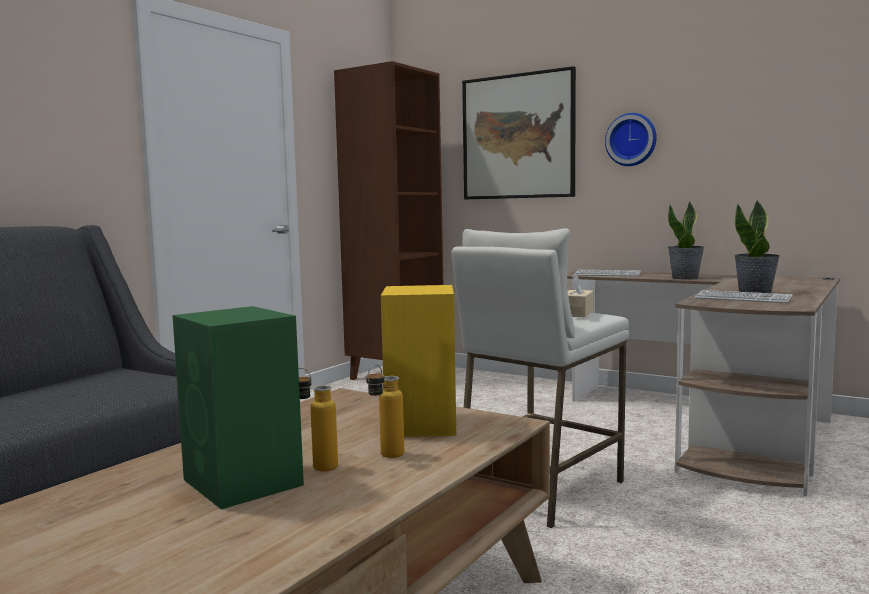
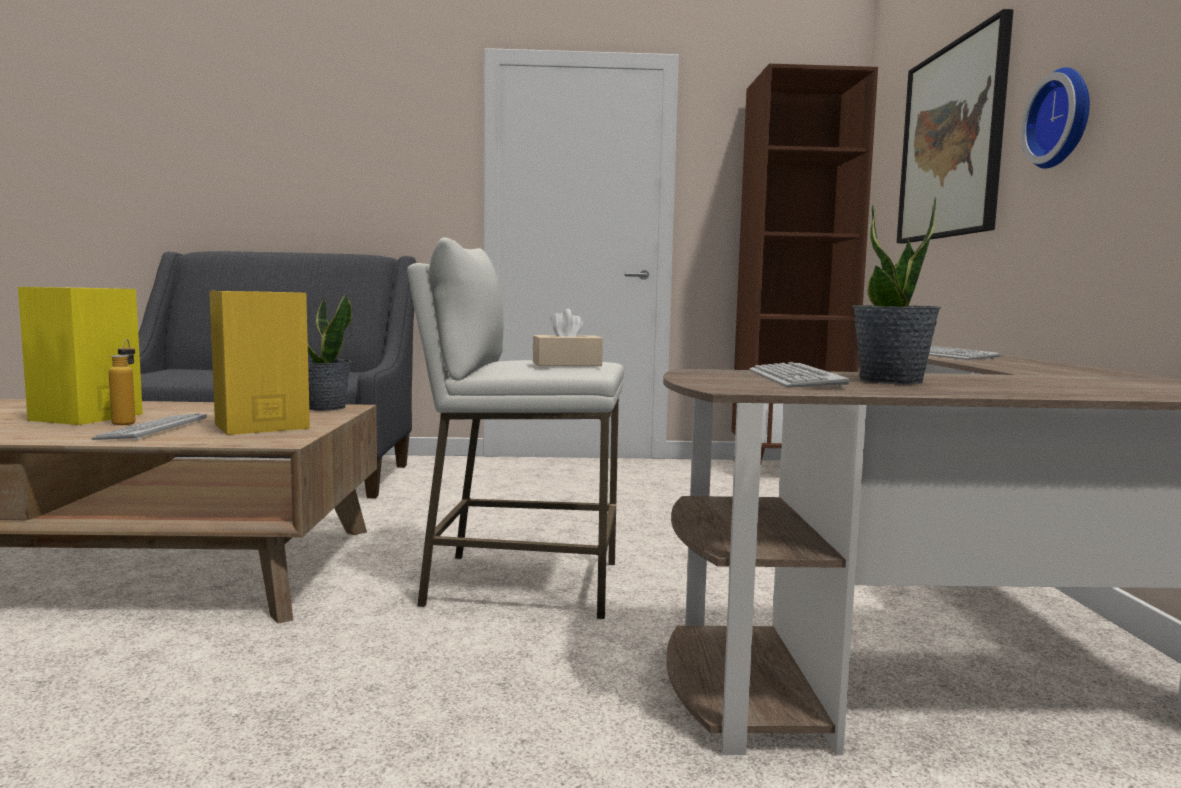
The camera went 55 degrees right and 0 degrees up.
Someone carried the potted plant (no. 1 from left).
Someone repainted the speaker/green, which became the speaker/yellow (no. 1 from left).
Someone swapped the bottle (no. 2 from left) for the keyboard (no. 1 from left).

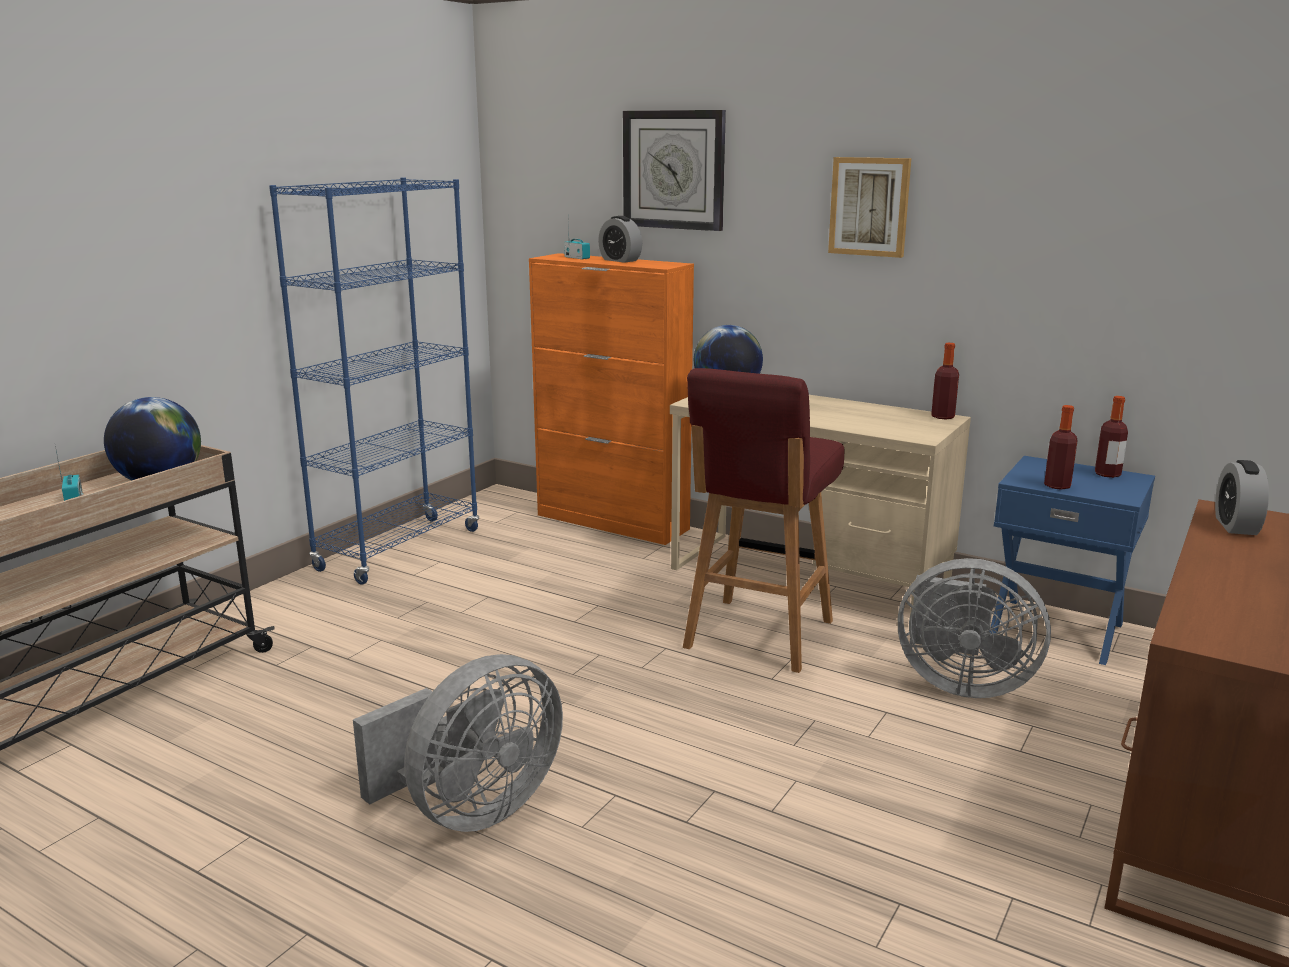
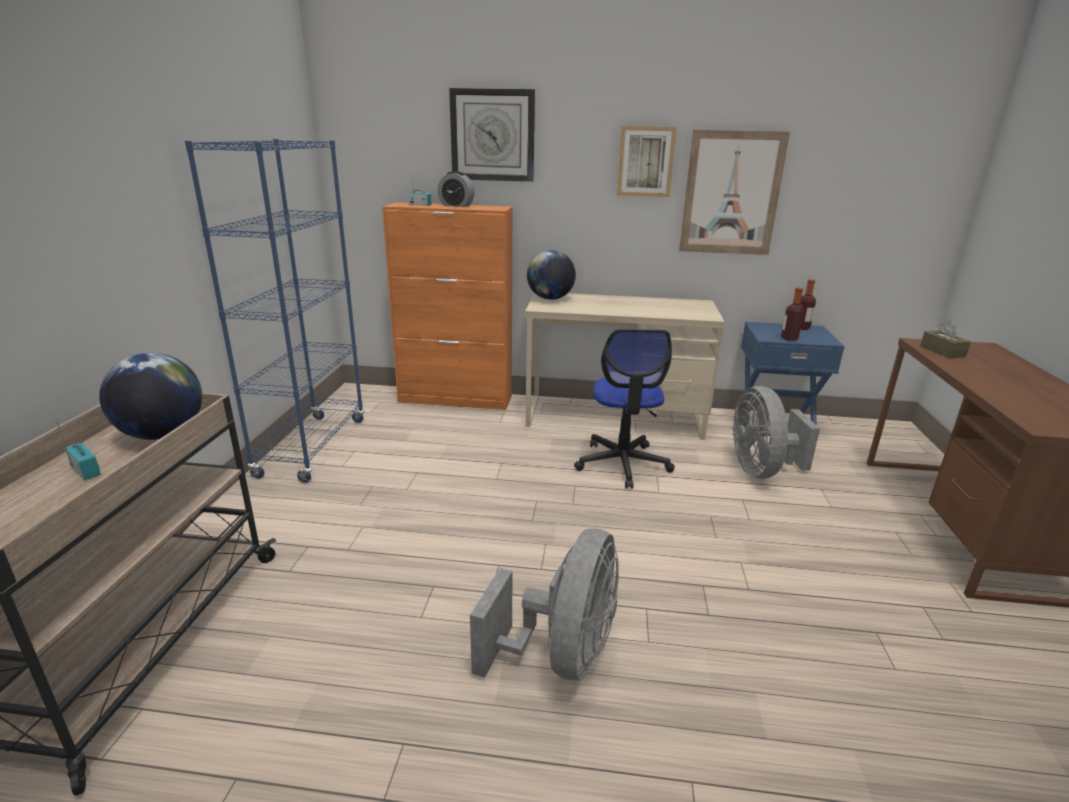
The camera went 25 degrees left and 5 degrees up.
Someone took away the bottle (no. 1 from left).
Someone swapped the stool/red for the office chair.
Someone swapped the alarm clock (no. 2 from left) for the tissue box/brown.
Someone rotated the fan/grey (no. 2 from left) by 90 degrees clockwise.
Someone put up the picture (no. 2 from left).

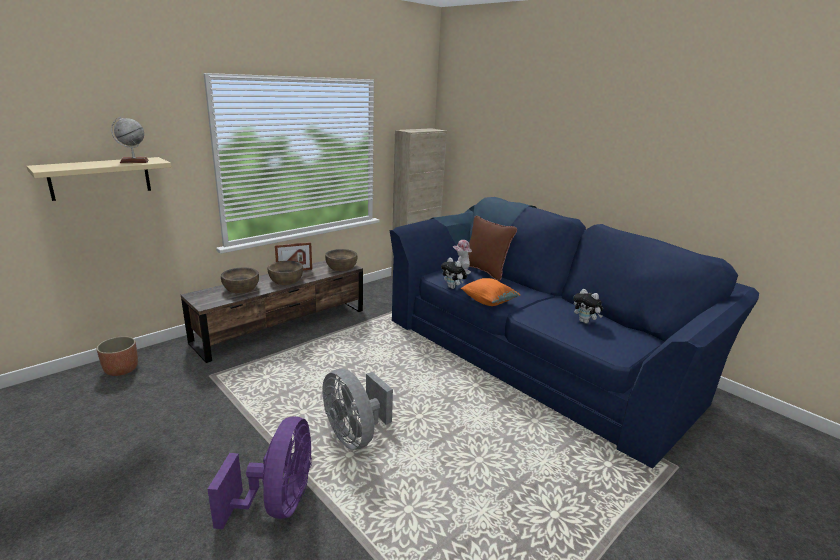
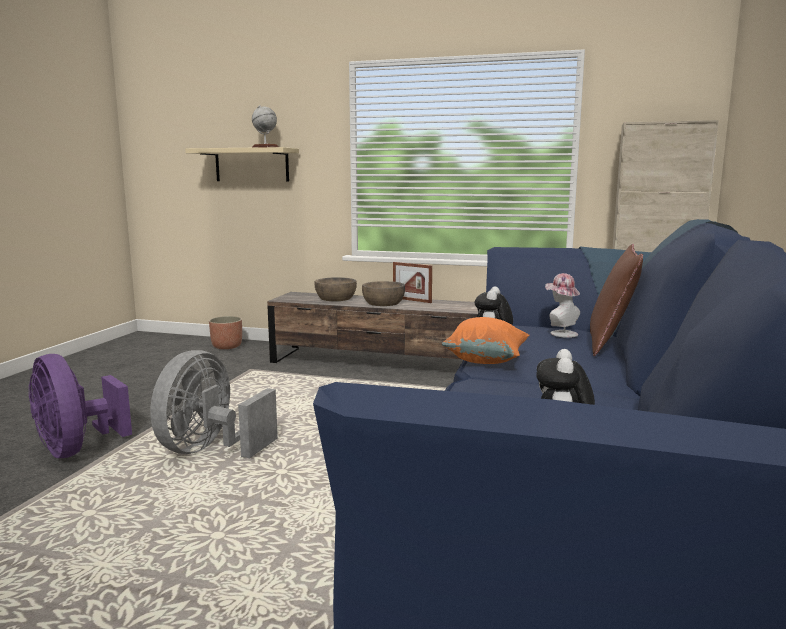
The camera went 60 degrees right and 10 degrees down.
Someone took away the bowl/brown (no. 3 from left).
Someone rotated the fan/purple by 75 degrees clockwise.

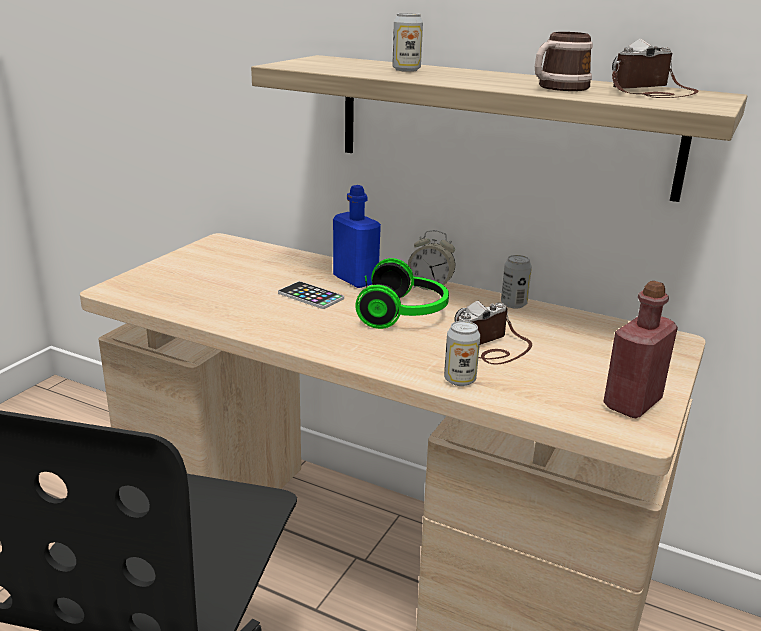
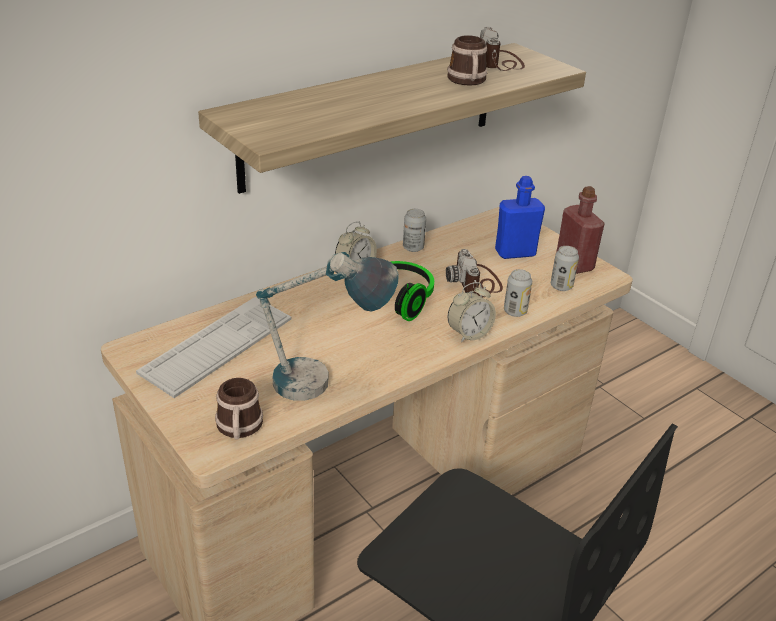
The camera went 65 degrees left and 10 degrees up.
Someone carried the can (no. 1 from left in the first image).
Someone carried the bottle/blue.
Someone took away the phone.
Someone put down the table lamp.
Someone put down the alarm clock (no. 2 from left).
Someone put down the keyboard.
Someone put down the mug (no. 1 from left).

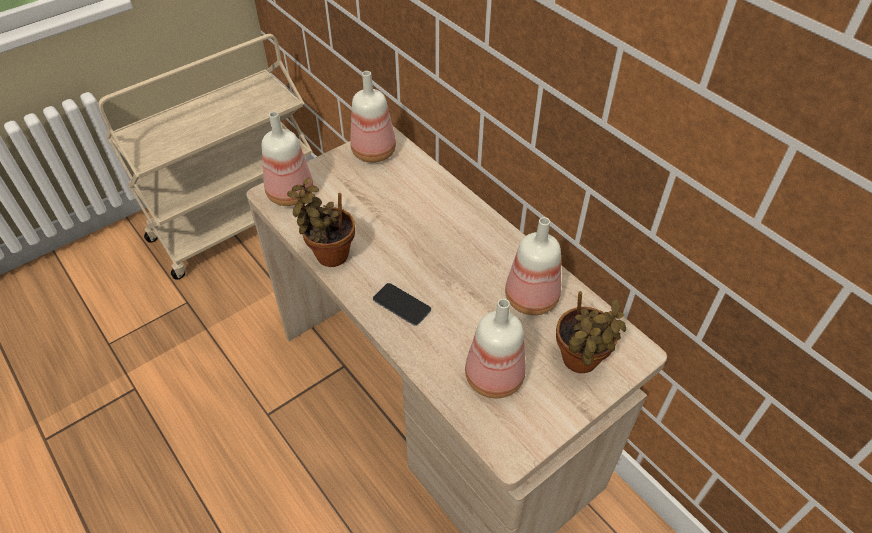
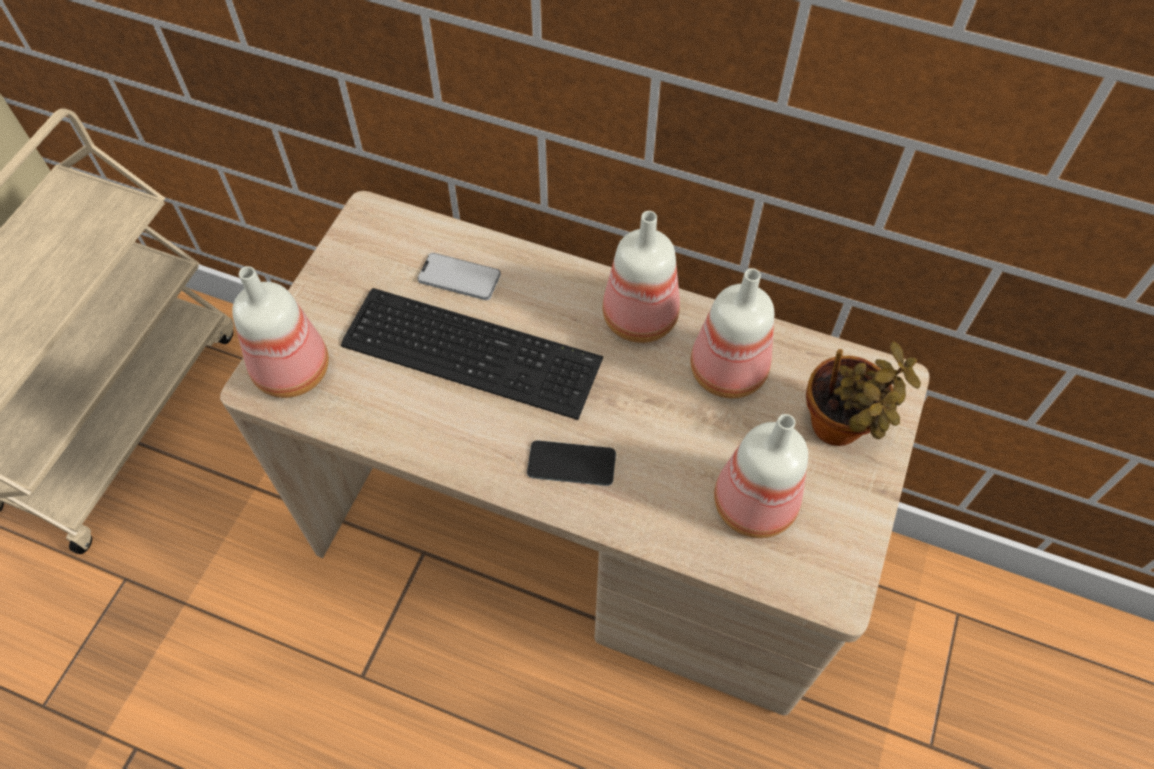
The camera went 30 degrees left and 10 degrees up.
Someone carried the bottle (no. 2 from left).
Someone took away the potted plant (no. 1 from left).
Someone put down the phone (no. 1 from left).
Someone put down the keyboard.

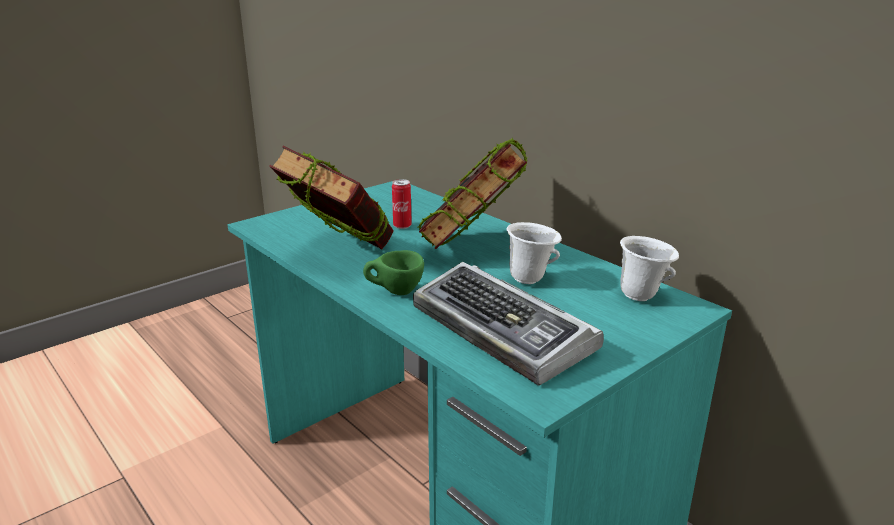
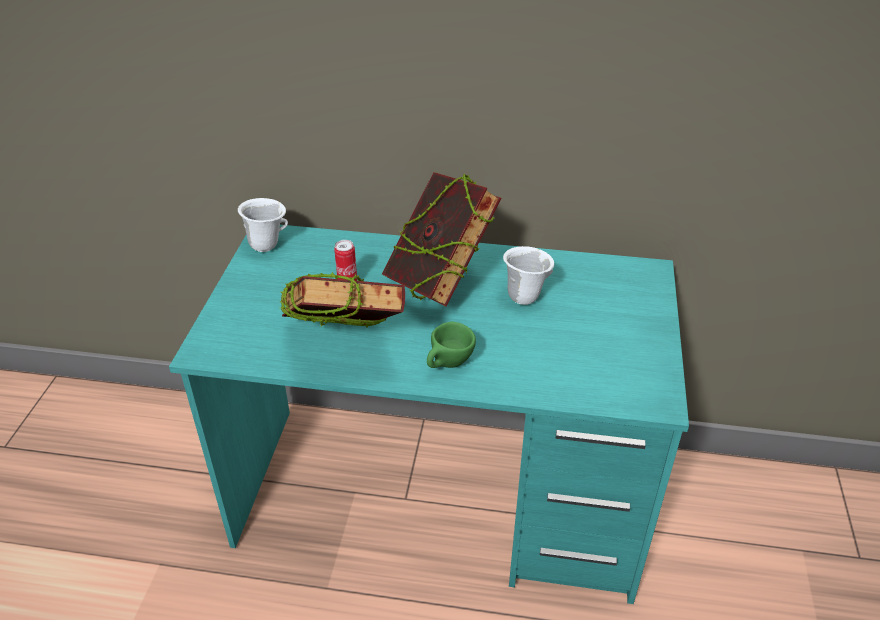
The camera went 40 degrees left and 15 degrees up.
Someone carried the mug/white (no. 2 from left in the first image).
Someone took away the keyboard.

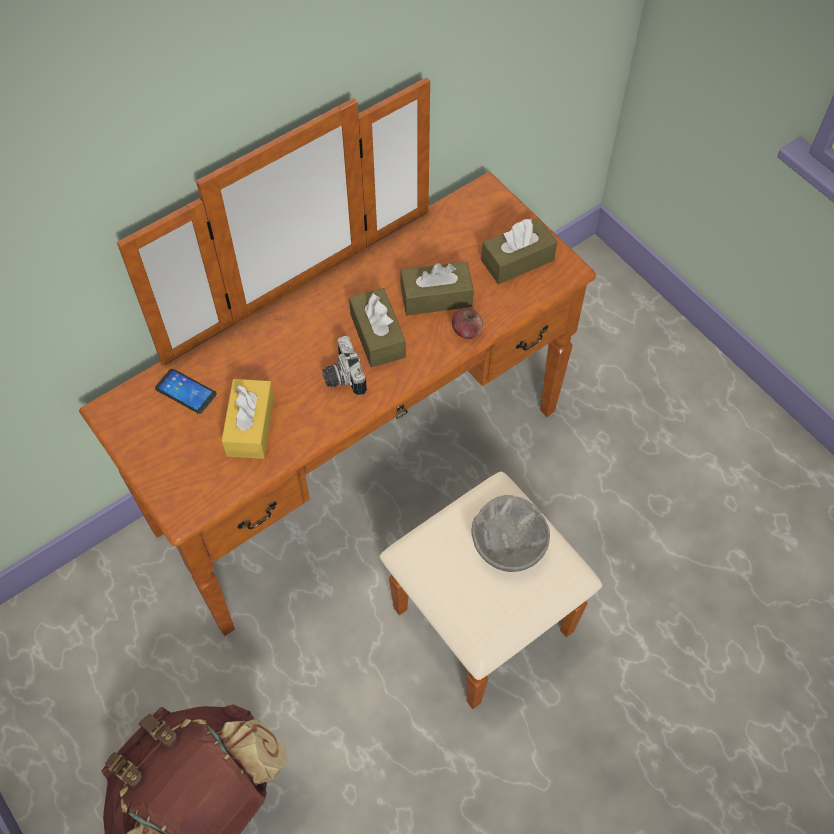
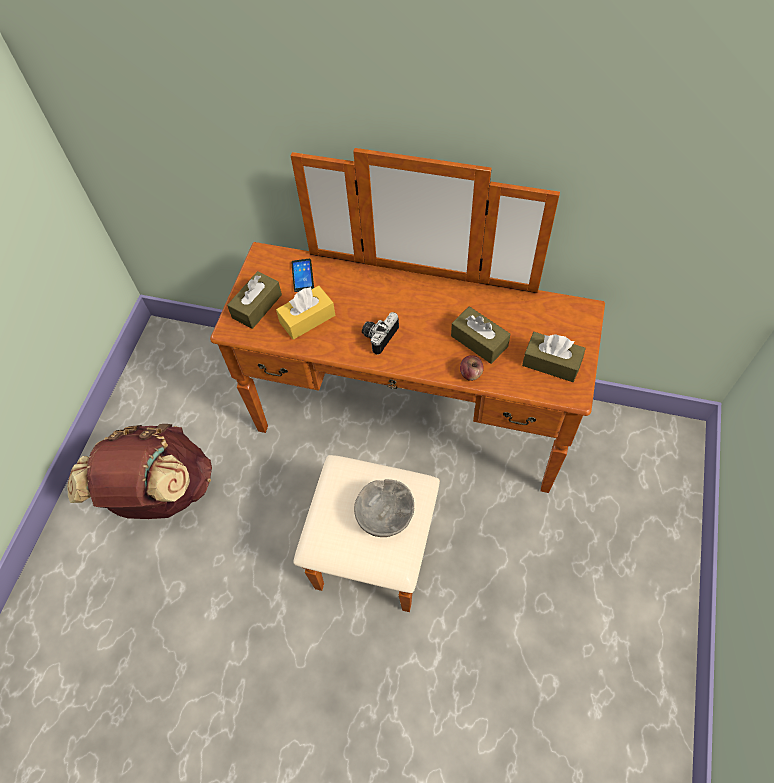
The camera went 55 degrees right and 0 degrees up.
Someone carried the tissue box/brown (no. 1 from left).

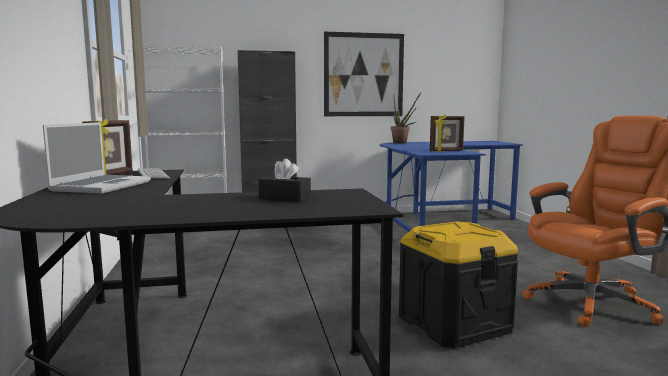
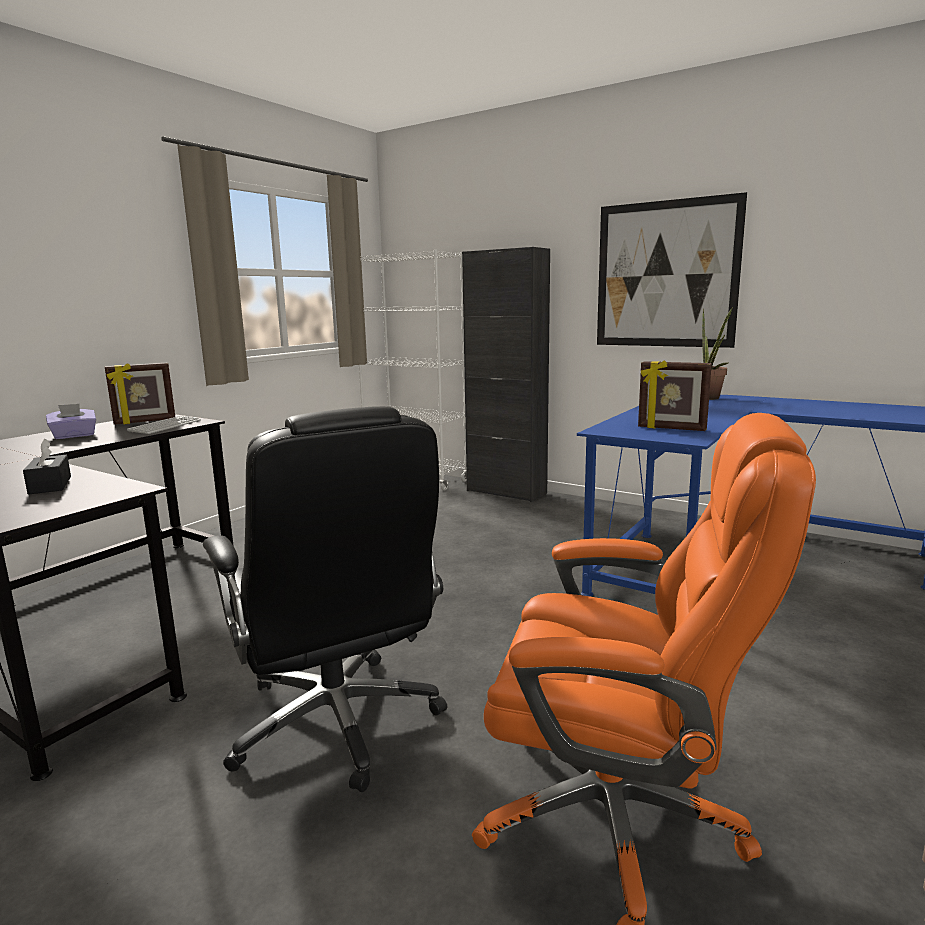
The camera went 45 degrees right and 5 degrees up.
Someone swapped the laptop for the tissue box/purple.
Someone swapped the storage box/black for the office chair/black.

